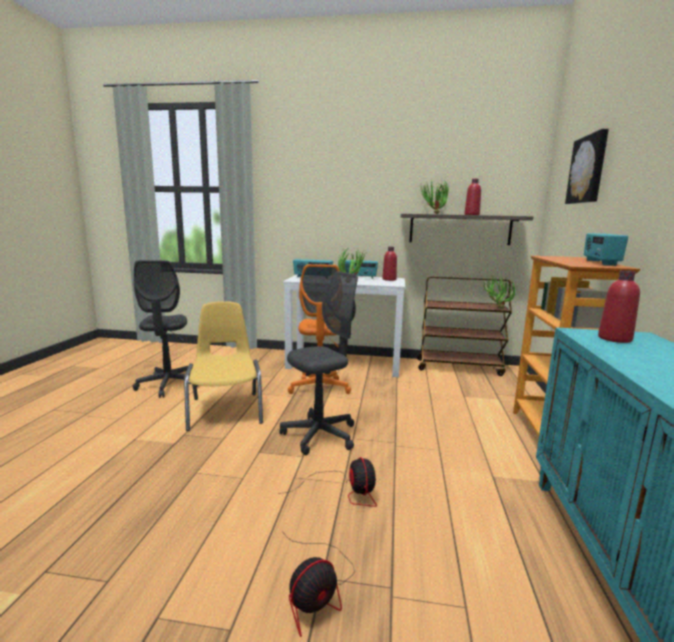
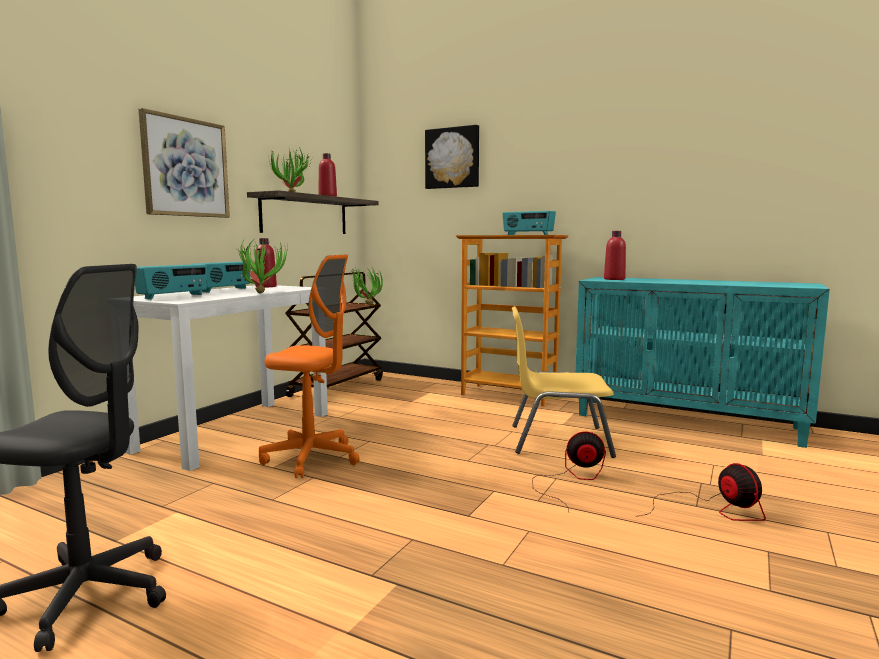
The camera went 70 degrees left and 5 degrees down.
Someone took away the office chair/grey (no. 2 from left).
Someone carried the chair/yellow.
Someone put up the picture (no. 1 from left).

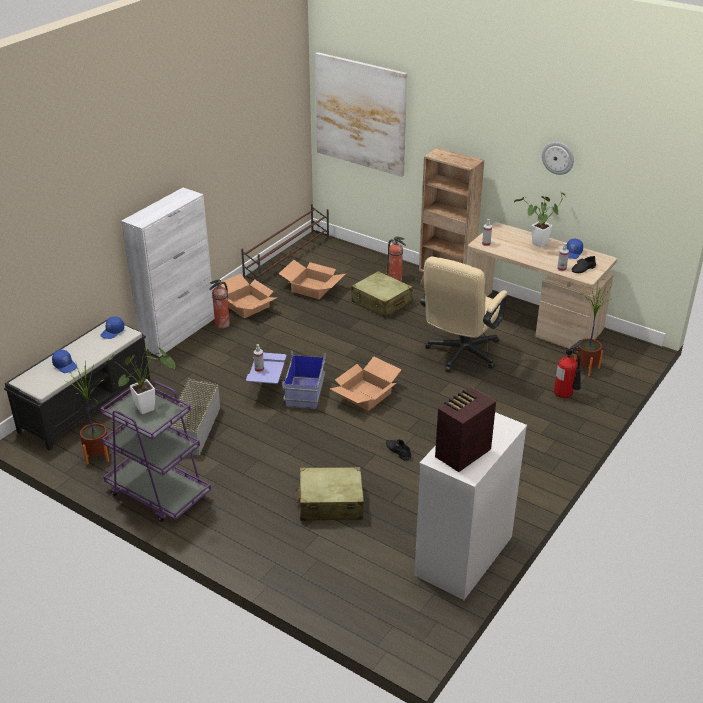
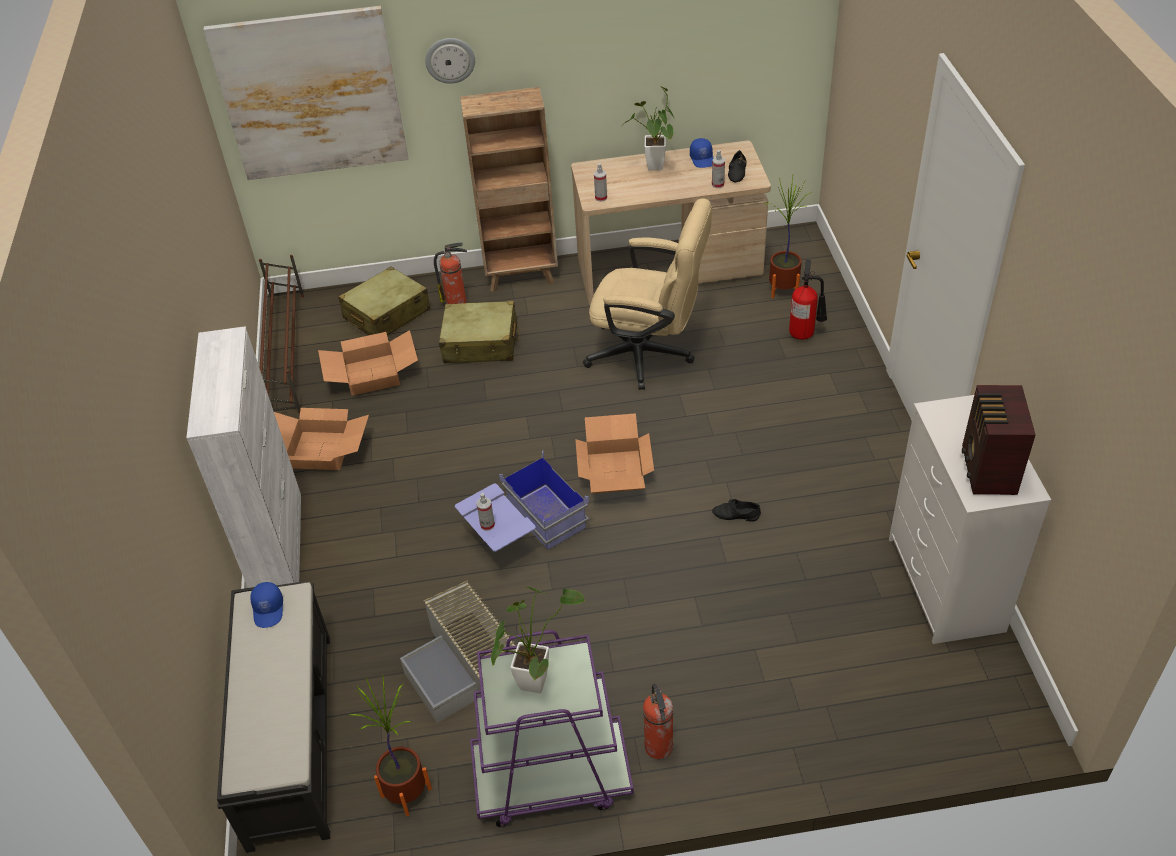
The camera went 40 degrees left and 10 degrees up.
Someone carried the wall clock.
Someone rotated the office chair/beige by 60 degrees counterclockwise.
Someone carried the fire extinguisher (no. 1 from left in the first image).
Someone took away the cap/blue (no. 1 from left).
Someone carried the suitcase/beige (no. 1 from left).

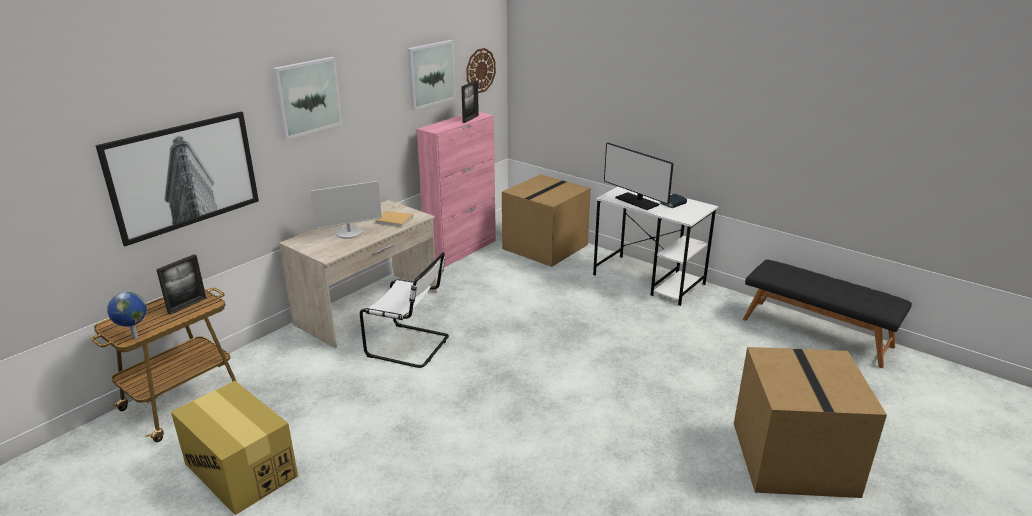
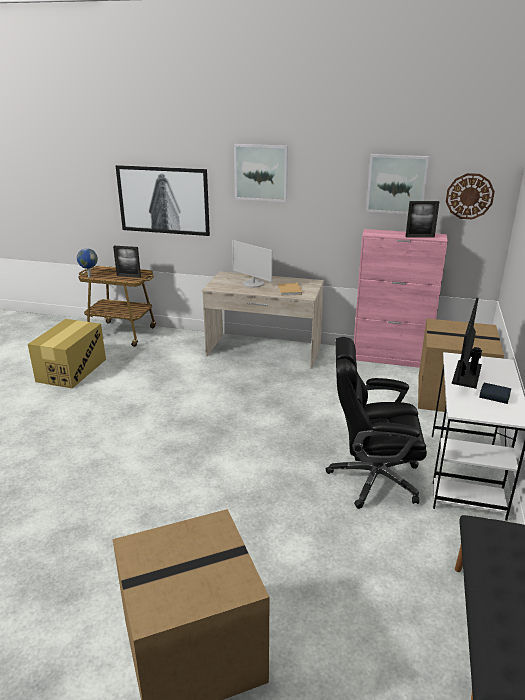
The camera went 65 degrees right and 0 degrees up.
Someone took away the chair/white.
Someone put down the office chair/black.

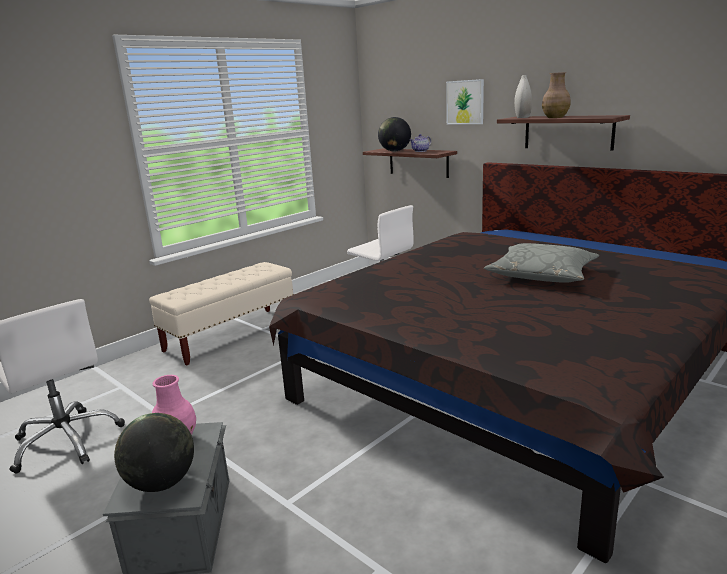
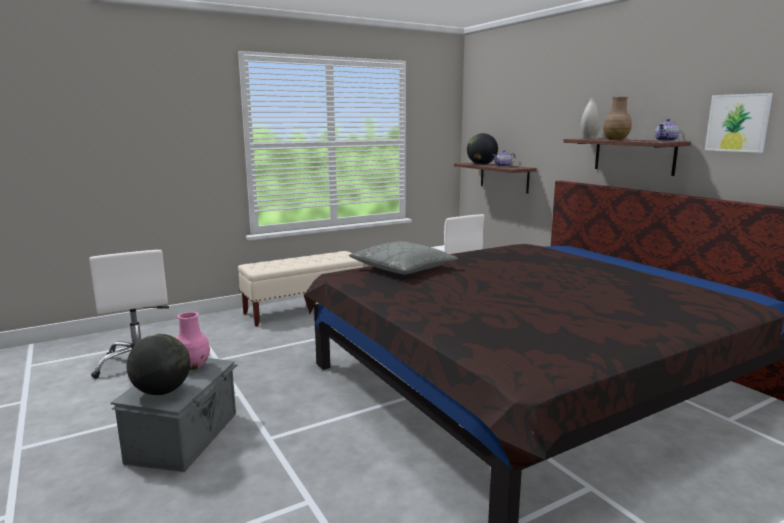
The camera went 15 degrees right and 5 degrees down.
Someone carried the picture.
Someone carried the pillow/grey.
Someone put down the teapot (no. 2 from left).

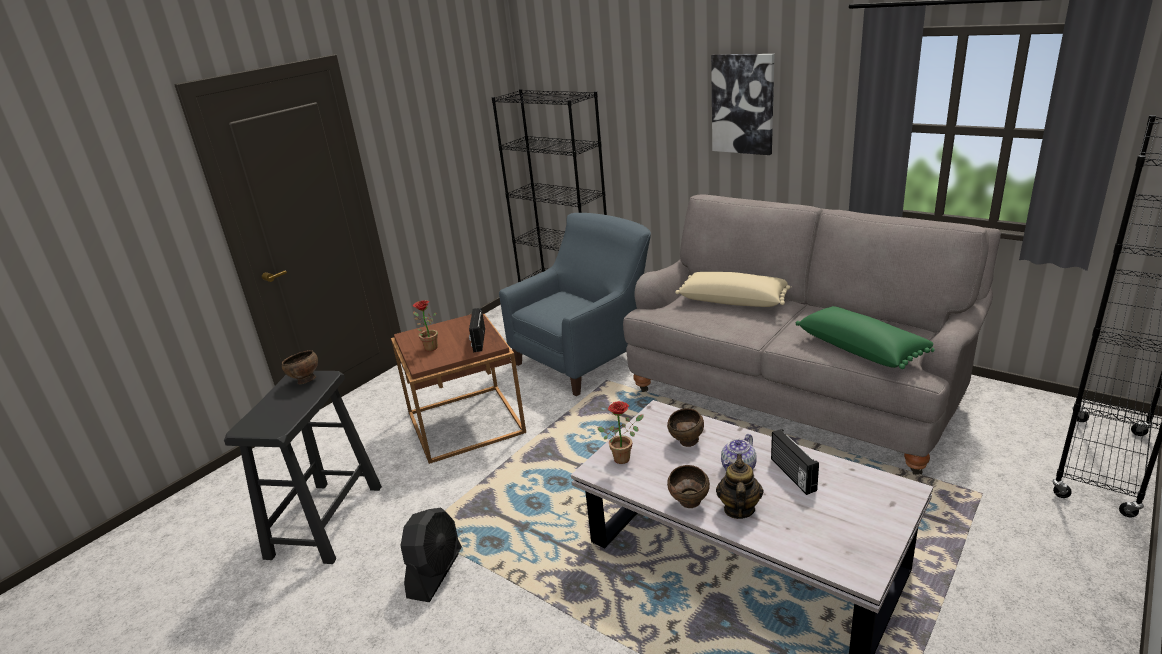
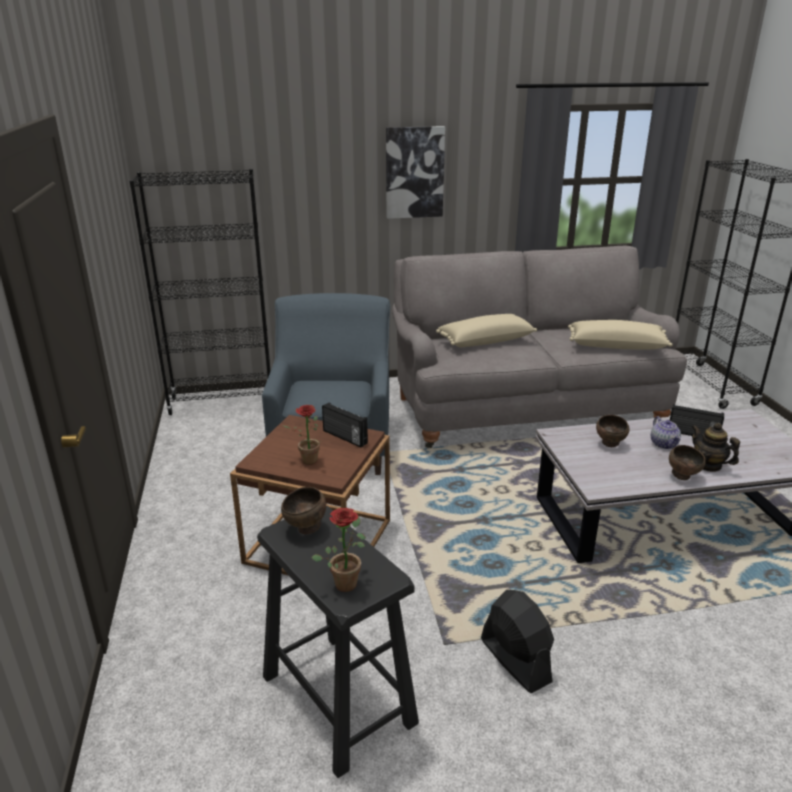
The camera went 50 degrees left and 0 degrees up.
Someone repainted the pillow/green, which became the pillow/beige (no. 2 from left).
Someone carried the potted plant (no. 2 from left).

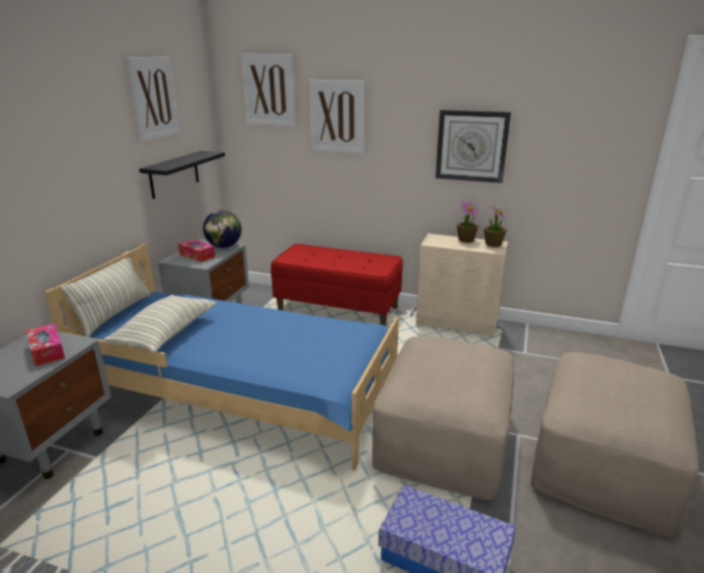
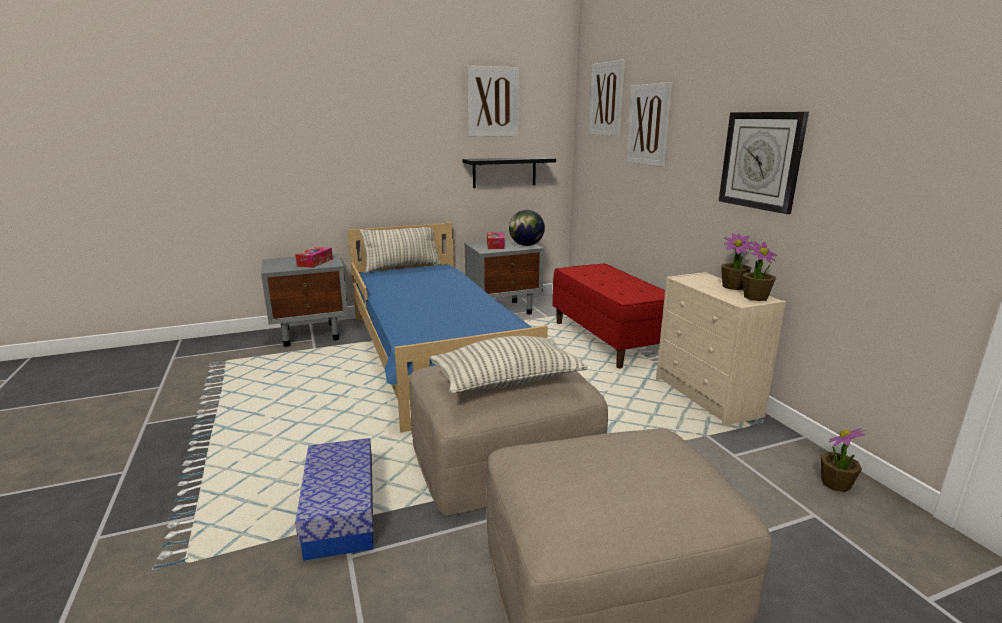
The camera went 50 degrees right and 5 degrees down.
Someone carried the pillow (no. 2 from left).
Someone put down the potted plant (no. 3 from left).

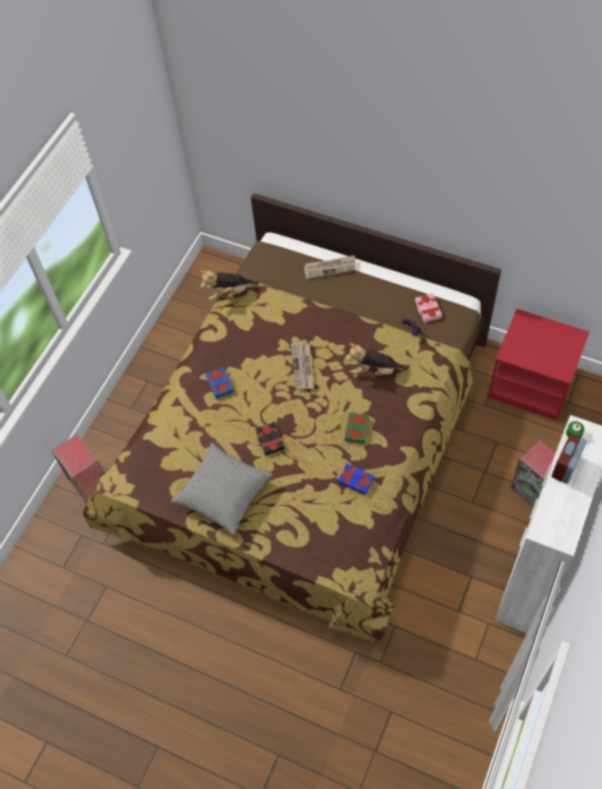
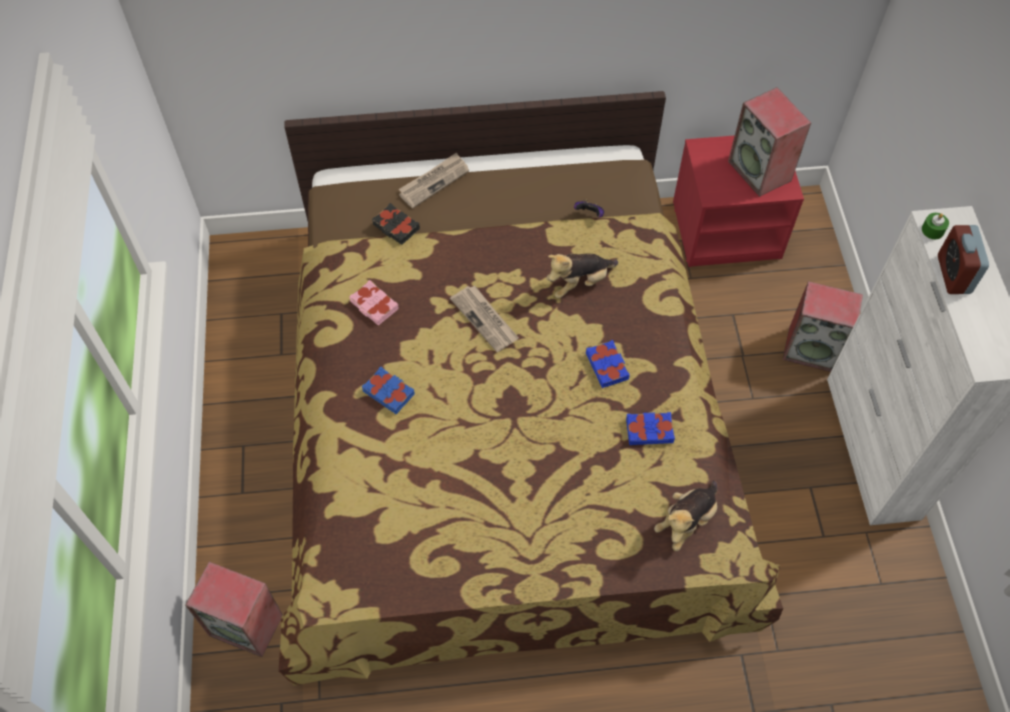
The camera went 35 degrees left and 0 degrees up.
Someone carried the plush toy (no. 1 from left in the first image).
Someone carried the book/pink.
Someone repainted the book/green, which became the book/blue (no. 2 from left).
Someone carried the book/black.
Someone took away the pillow/grey.
Someone put down the speaker (no. 2 from left).

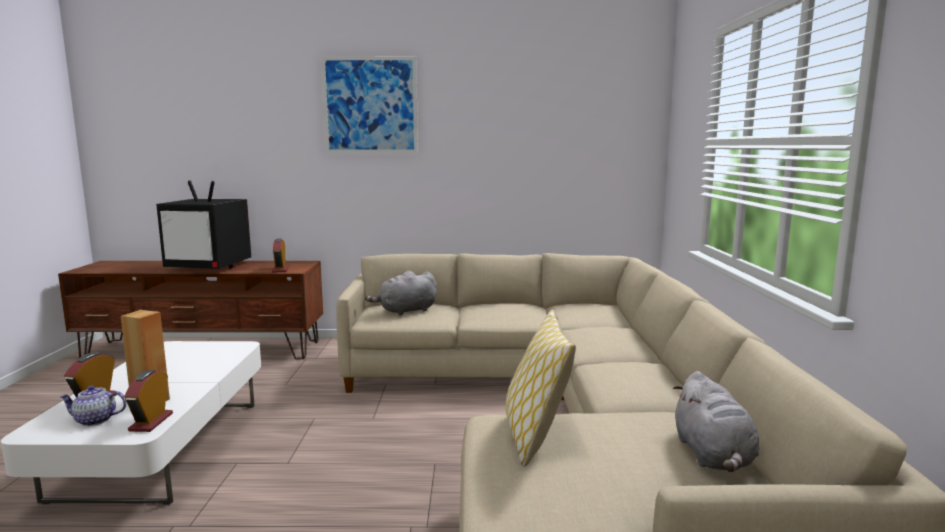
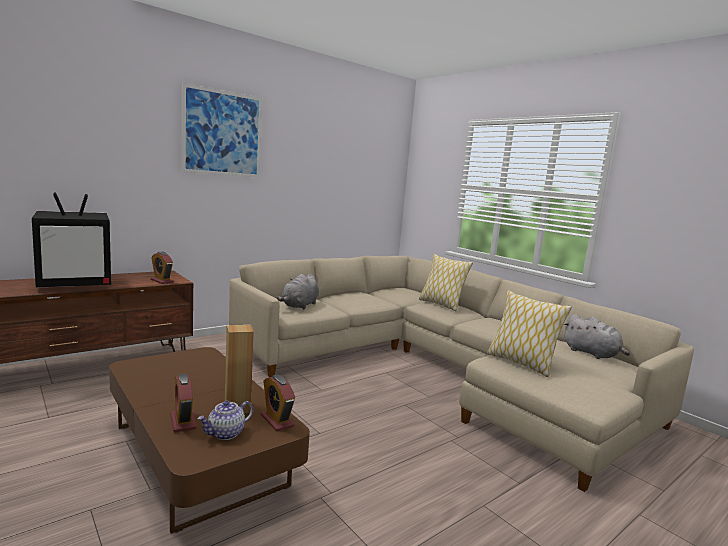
The camera went 40 degrees left and 0 degrees up.
Someone repainted the coffee table/white, which became the coffee table/brown.
Someone put down the pillow (no. 1 from left).

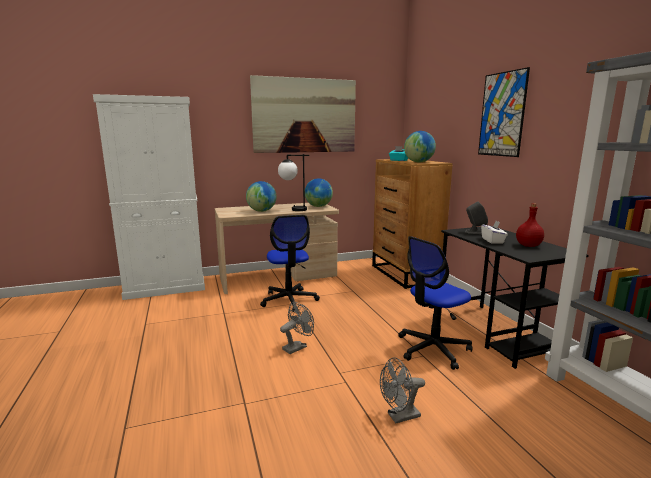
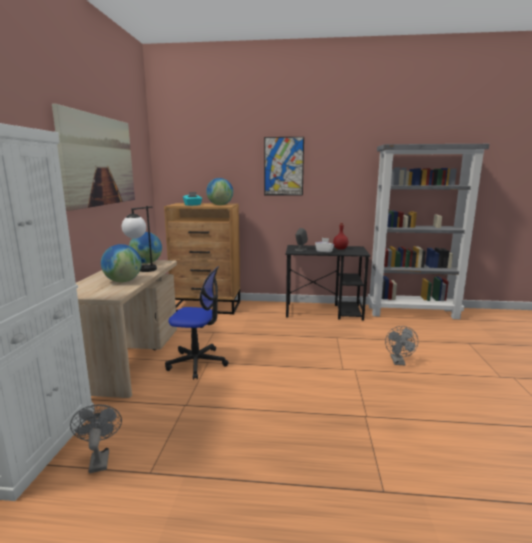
The camera went 65 degrees left and 0 degrees up.
Someone took away the office chair (no. 2 from left).
Someone carried the fan/grey (no. 1 from left).

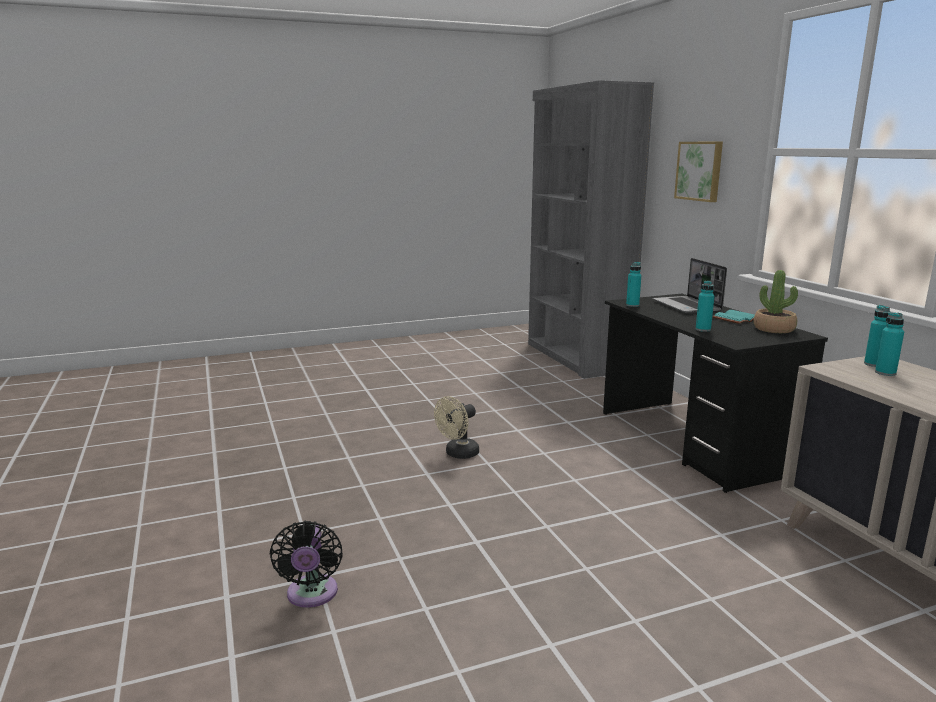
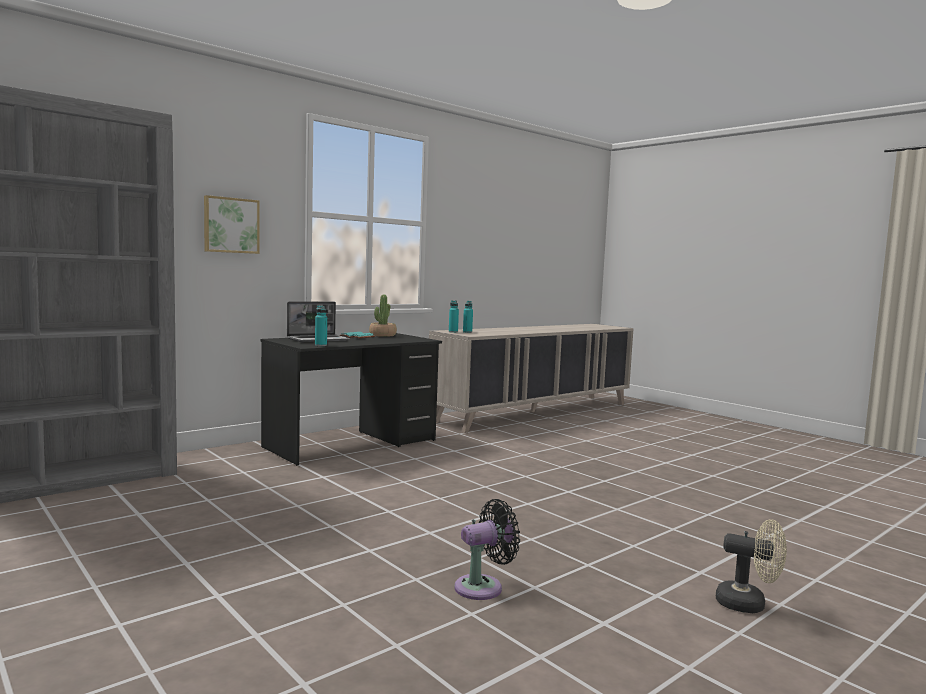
The camera went 110 degrees left and 10 degrees down.
Someone took away the bottle/turquoise (no. 2 from left).
Someone carried the fan/beige.
Someone carried the fan/black.

